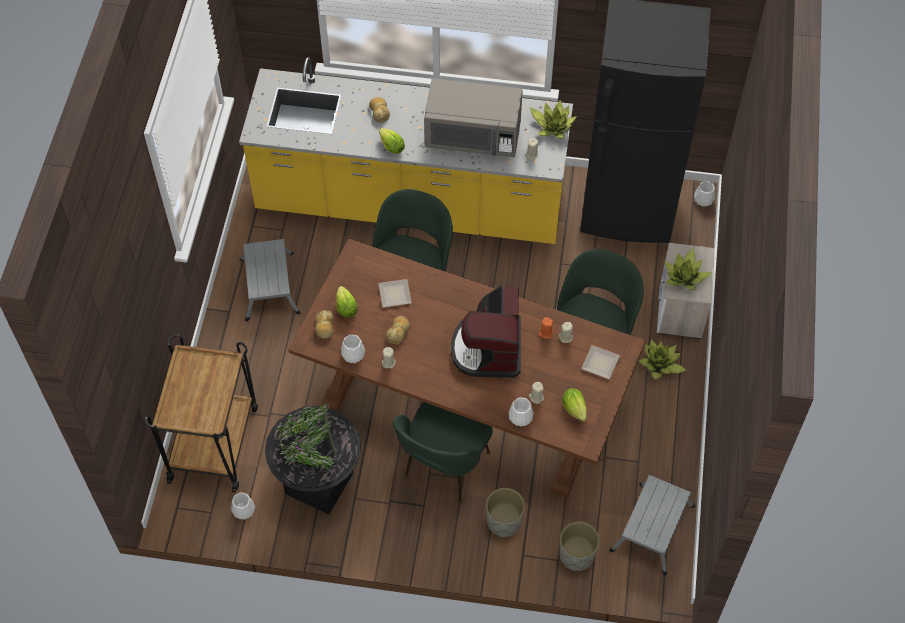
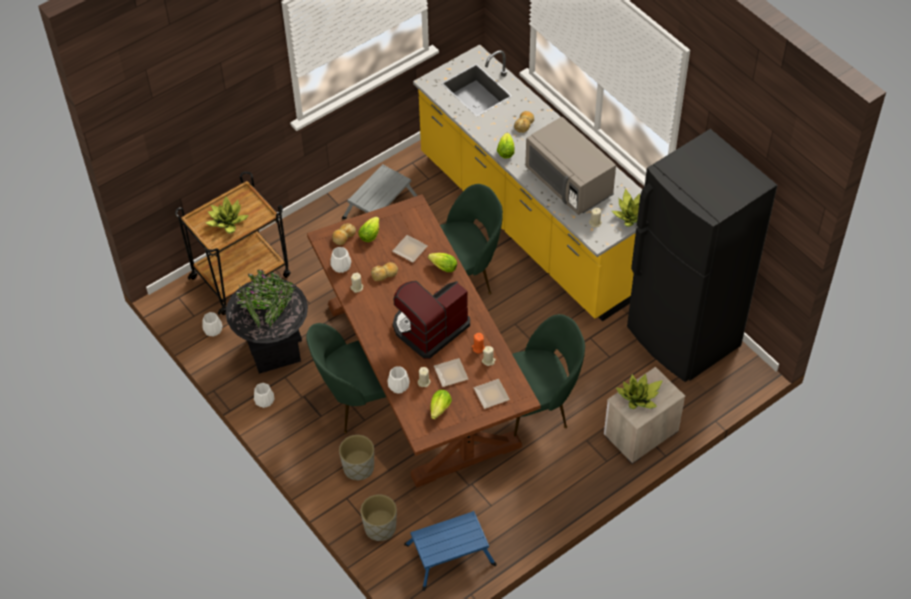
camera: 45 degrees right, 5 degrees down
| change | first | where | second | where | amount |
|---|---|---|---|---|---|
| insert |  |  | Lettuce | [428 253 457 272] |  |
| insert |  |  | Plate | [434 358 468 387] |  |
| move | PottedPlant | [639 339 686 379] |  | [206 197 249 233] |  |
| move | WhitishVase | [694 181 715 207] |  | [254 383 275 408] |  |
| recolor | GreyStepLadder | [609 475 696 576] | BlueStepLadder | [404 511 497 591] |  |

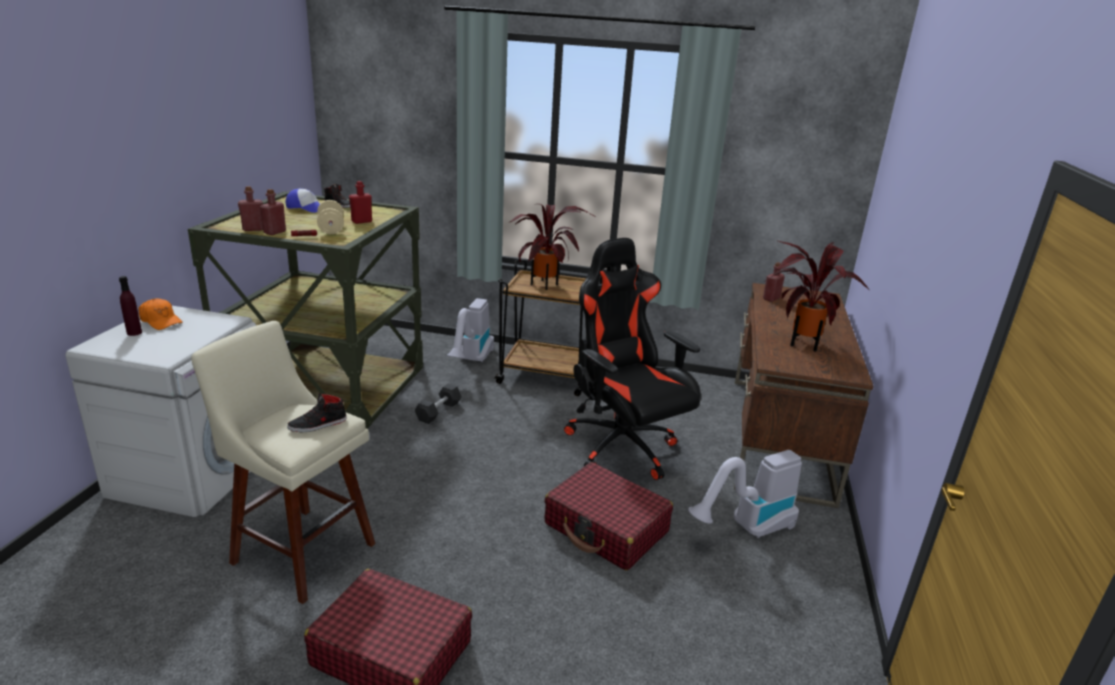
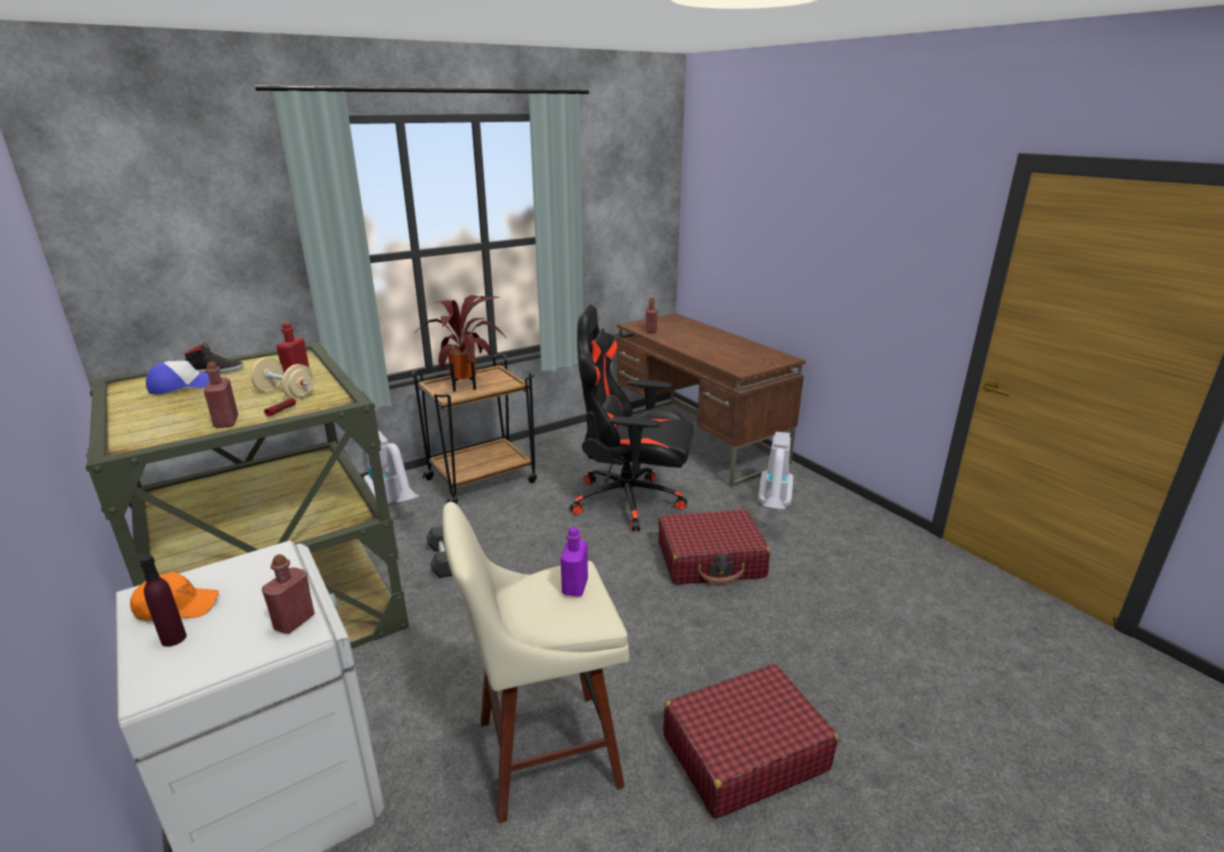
camera: 45 degrees left, 0 degrees up
| change | first | where | second | where | amount |
|---|---|---|---|---|---|
| delete | PottedPlant | [764 240 870 351] |  |  |  |
| move | RedColouredBeverageBottle | [238 186 263 231] |  | [262 554 315 634] |  |
| replace | BlackShoe | [287 393 346 432] | PurpleColouredBeverageBottle | [561 527 588 597] |  |

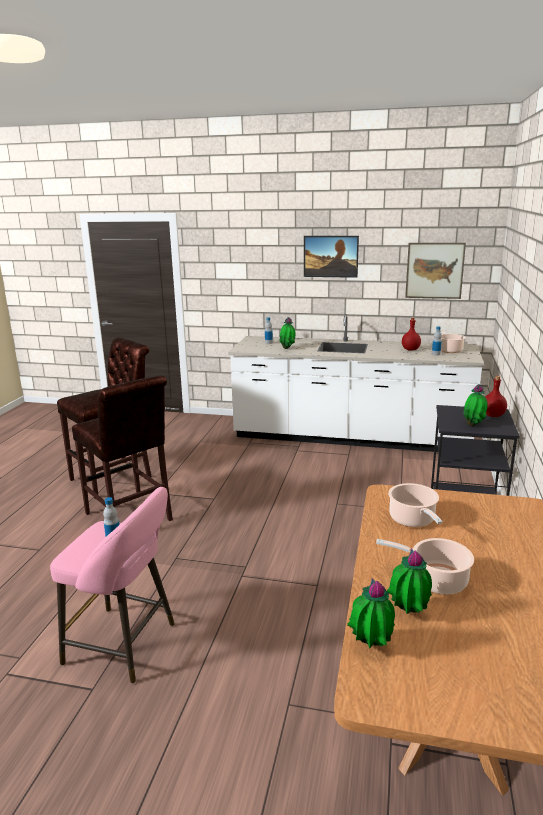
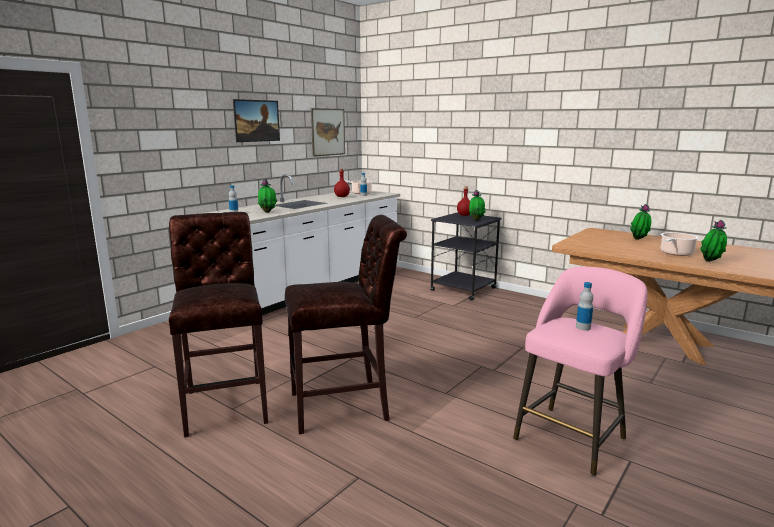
camera: 65 degrees left, 5 degrees down
| change | first | where | second | where | amount |
|---|---|---|---|---|---|
| delete | Saucepot | [388 483 443 527] |  |  |  |
| move | PottedPlant | [347 578 395 649] |  | [630 204 651 240] |  |

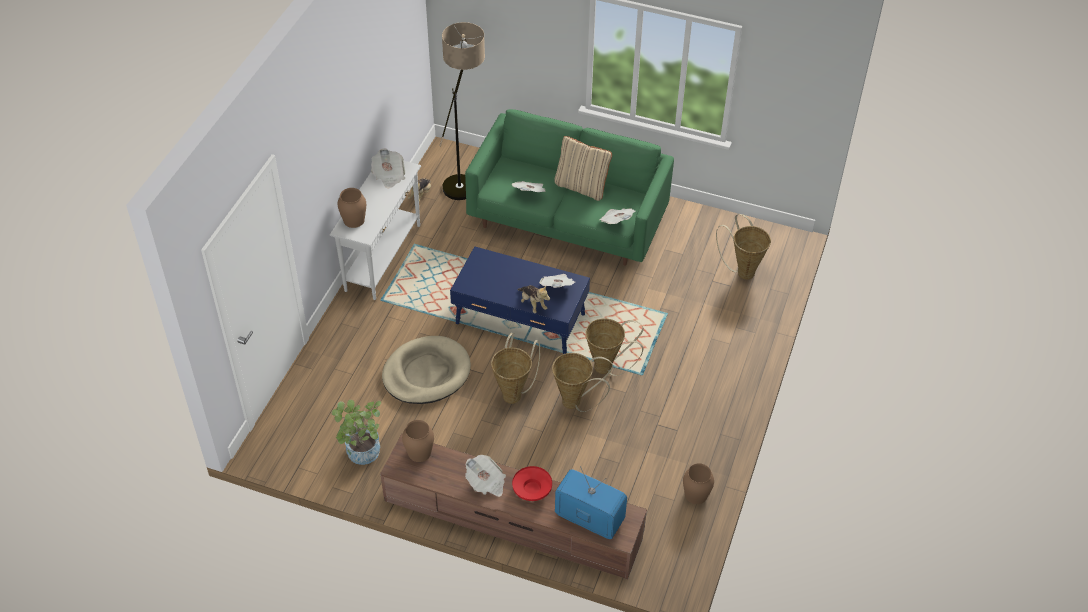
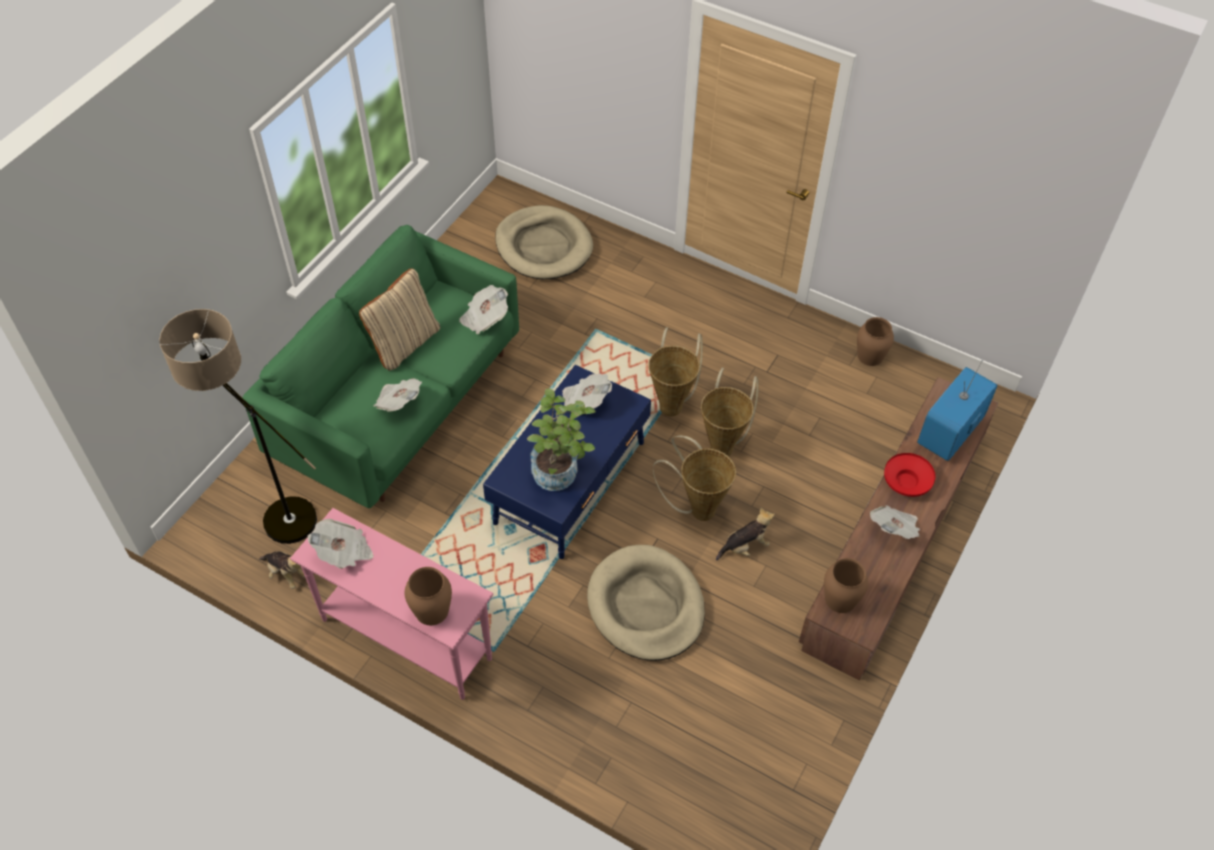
camera: 80 degrees left, 5 degrees up
| change | first | where | second | where | amount |
|---|---|---|---|---|---|
| move | PottedPlant | [331 400 381 465] |  | [527 389 596 491] |  |
| move | SoftToy | [518 285 550 313] |  | [716 507 775 561] |  |
| replace | HouseholdBasket | [716 214 771 280] | SandColouredDogCushion | [495 205 593 279] |  |
| recolor | WhitishHallTable | [330 161 421 300] | PinkColouredHallTable | [290 508 493 700] |  |

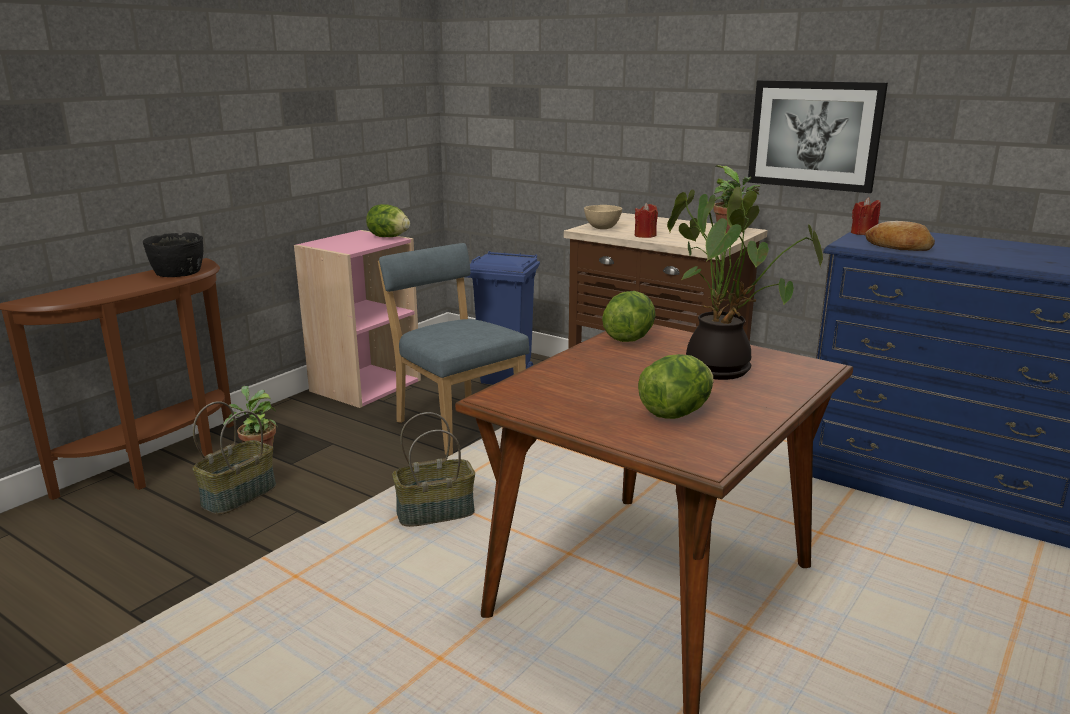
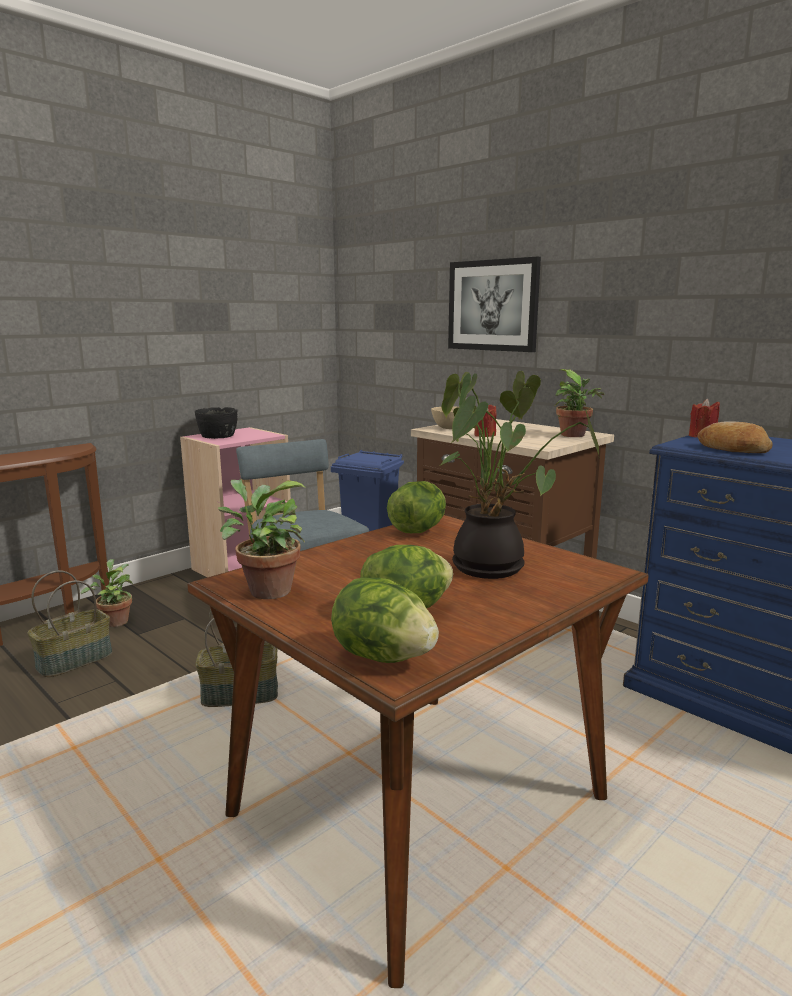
camera: 10 degrees right, 5 degrees down
| change | first | where | second | where | amount |
|---|---|---|---|---|---|
| insert |  |  | PottedPlant | [218 479 306 599] |  |
| move | BlackDeepDish | [143 232 204 277] |  | [195 407 238 439] |  |
| move | Lettuce | [366 204 410 237] |  | [331 578 439 663] |  |
| move | WallArt | [748 80 888 193] |  | [448 256 541 352] |  |

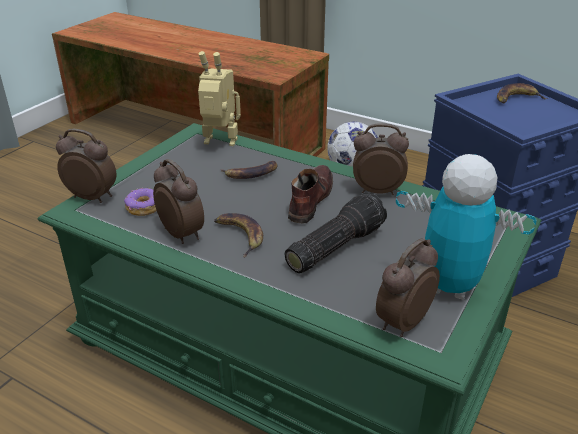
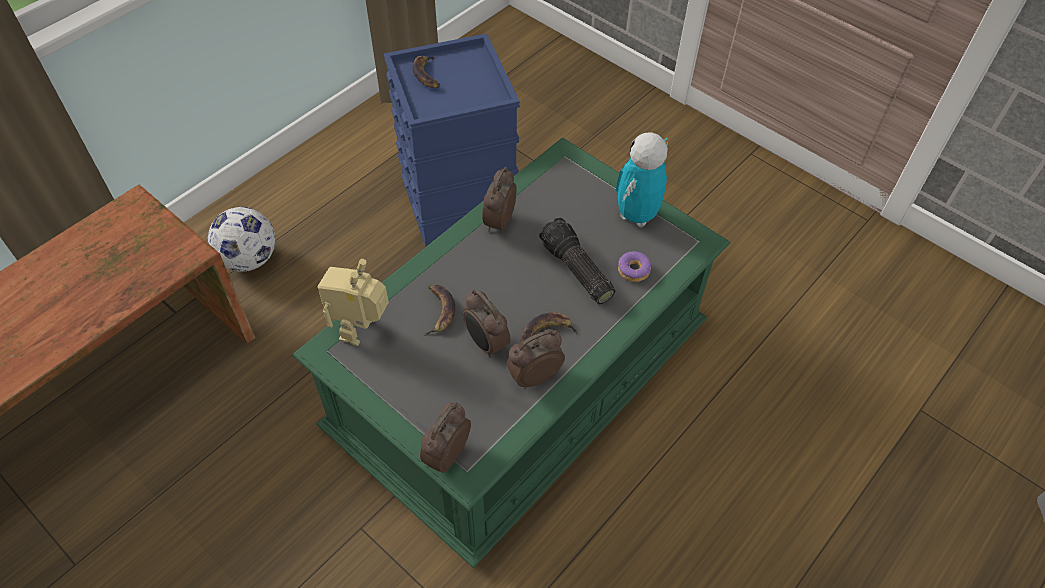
camera: 80 degrees left, 20 degrees up
| change | first | where | second | where | amount |
|---|---|---|---|---|---|
| delete | BrownShoe | [288 165 333 224] |  |  |  |
| move | Doughnut | [124 188 157 216] |  | [618 251 651 282] |  |
| move | AlarmClock | [376 238 440 337] |  | [463 290 510 358] |  |

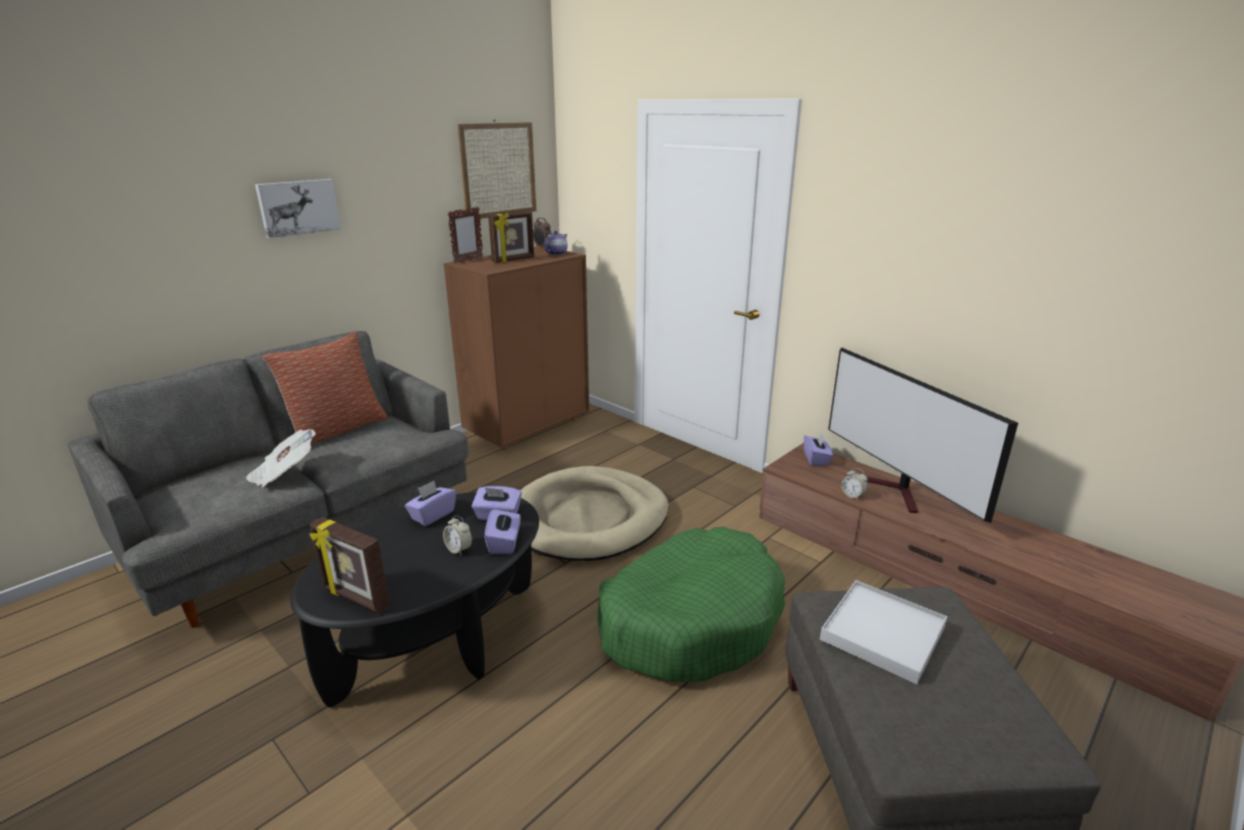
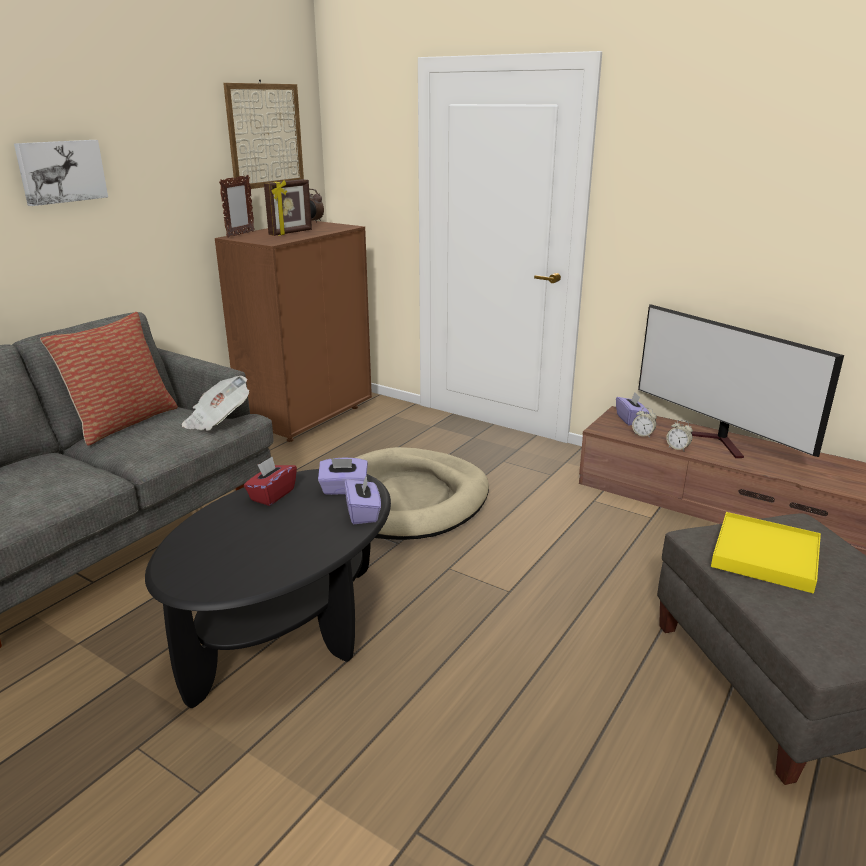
camera: 10 degrees left, 0 degrees up
| change | first | where | second | where | amount |
|---|---|---|---|---|---|
| delete | PictureFrame | [309 517 390 614] |  |  |  |
| delete | PotForTea | [544 231 568 255] |  |  |  |
| delete | GreenDogCushion | [597 527 785 682] |  |  |  |
| move | DailyPaper | [246 429 316 487] |  | [182 376 249 431] |  |
| move | AlarmClock | [443 515 472 555] |  | [632 407 657 438] |  |
| recolor | PurpleColouredBoxOfTissues | [405 481 456 526] | RedColouredBoxOfTissues | [244 457 297 506] |  |
| recolor | WhitishServingTray | [820 580 947 684] | YellowColouredServingTray | [711 512 821 594] |  |

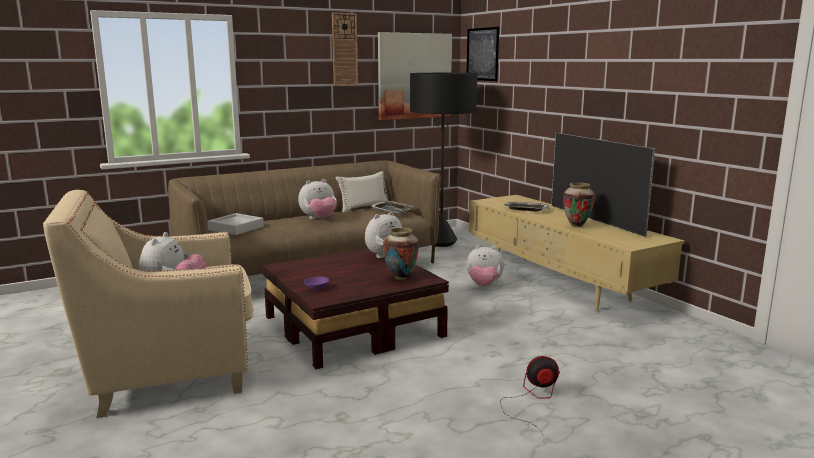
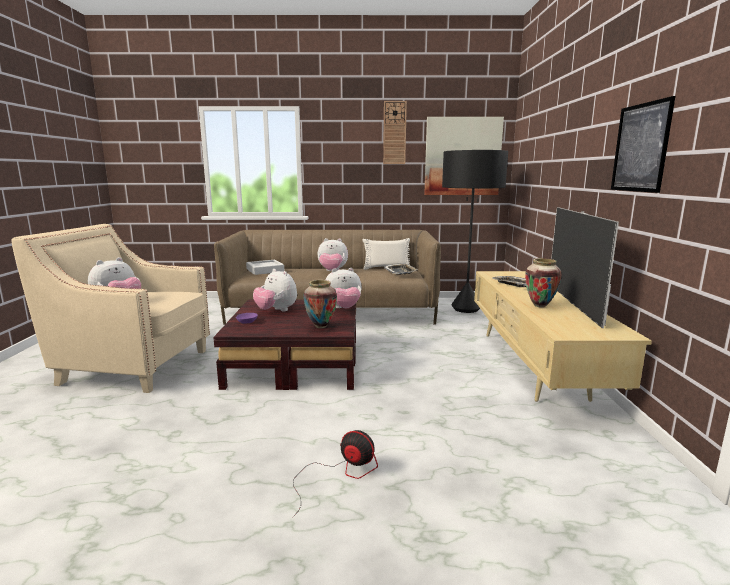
camera: 30 degrees right, 0 degrees up
| change | first | where | second | where | amount |
|---|---|---|---|---|---|
| move | SoftToy | [466 245 504 286] |  | [253 269 297 311] |  |
| move | WallArt | [467 27 499 81] |  | [611 96 675 193] |  |

